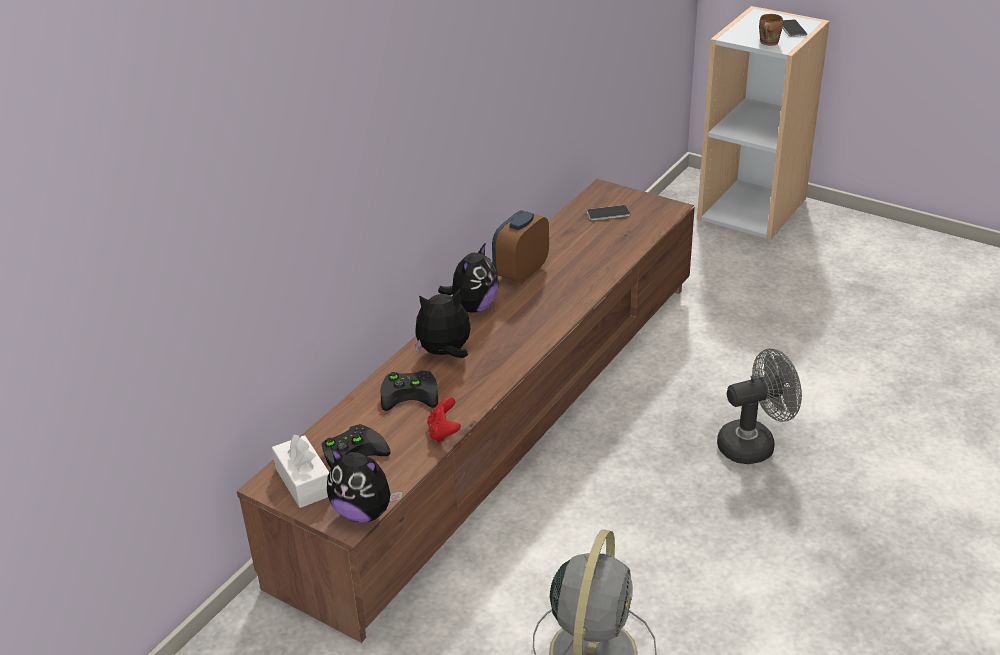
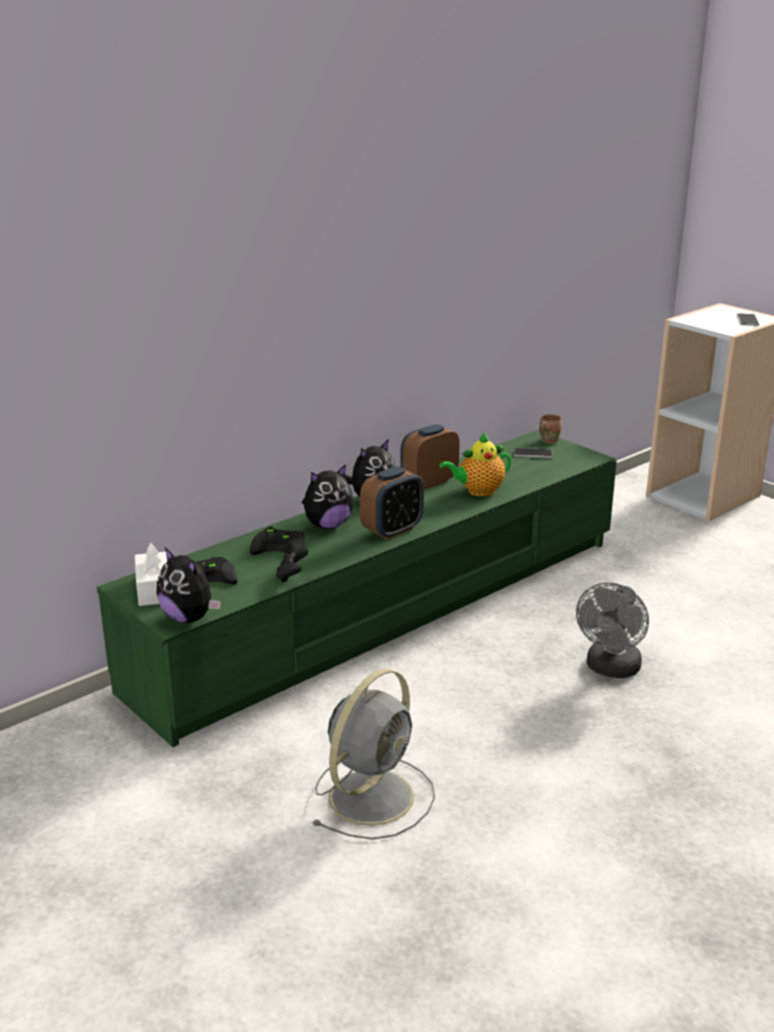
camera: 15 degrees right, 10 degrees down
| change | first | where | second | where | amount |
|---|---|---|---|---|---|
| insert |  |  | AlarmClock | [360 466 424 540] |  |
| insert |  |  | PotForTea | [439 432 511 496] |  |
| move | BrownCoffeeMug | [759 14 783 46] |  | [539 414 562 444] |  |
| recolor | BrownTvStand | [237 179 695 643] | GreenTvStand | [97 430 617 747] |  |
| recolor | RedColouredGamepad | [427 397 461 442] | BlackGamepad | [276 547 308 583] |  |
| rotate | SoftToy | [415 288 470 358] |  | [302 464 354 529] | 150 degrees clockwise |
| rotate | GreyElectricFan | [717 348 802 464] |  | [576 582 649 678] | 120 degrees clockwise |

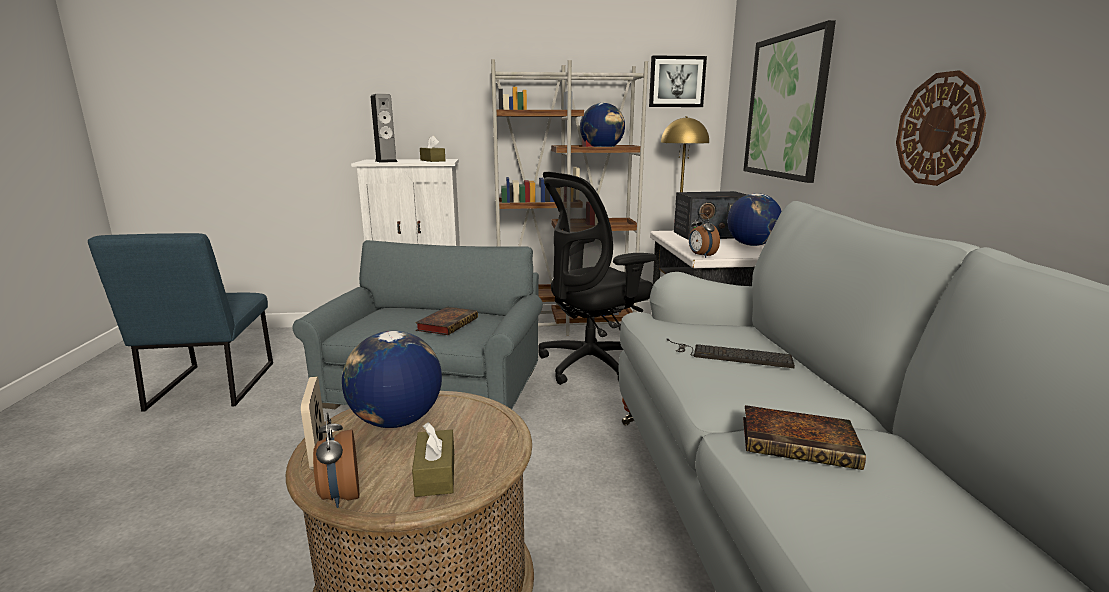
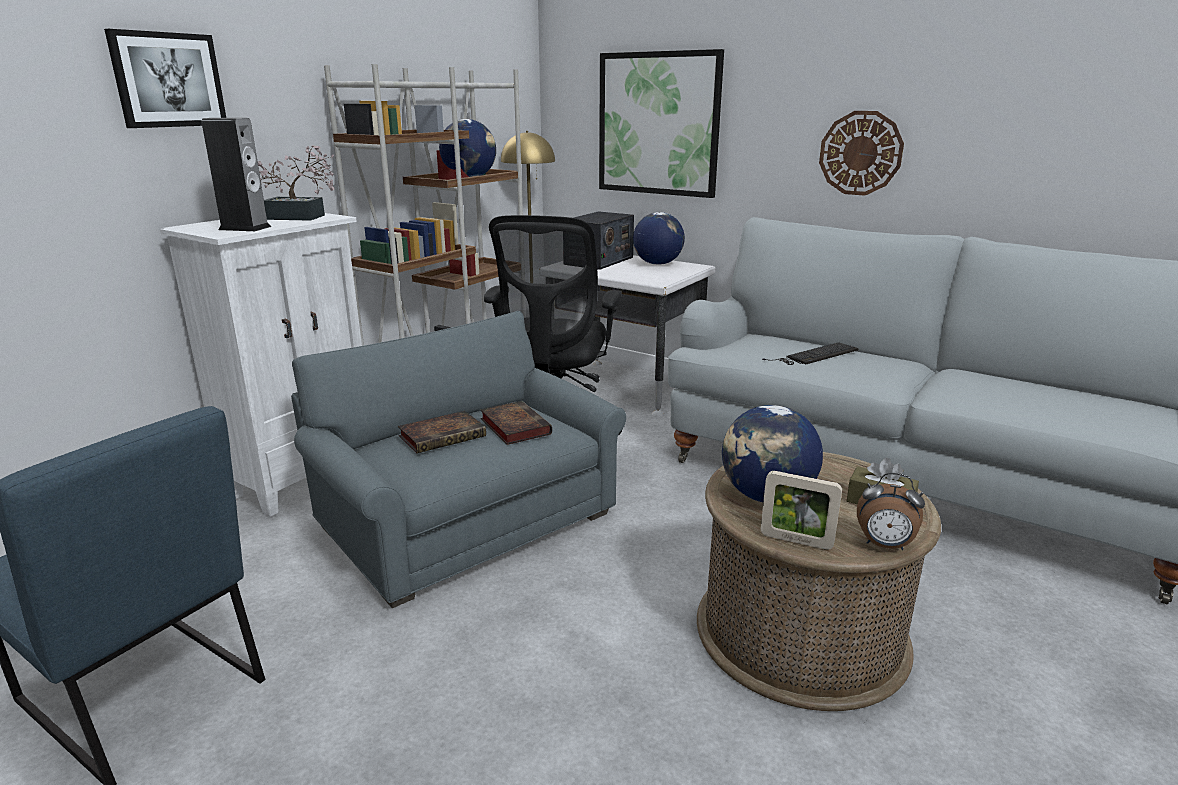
camera: 50 degrees left, 5 degrees up
| change | first | where | second | where | amount |
|---|---|---|---|---|---|
| delete | AlarmClock | [689 213 720 258] |  |  |  |
| move | WallArt | [649 55 707 107] |  | [104 29 226 128] |  |
| move | Book | [743 405 866 470] |  | [398 411 486 453] |  |
| replace | BrownBoxOfTissues | [420 135 446 162] | PottedPlant | [258 145 334 221] |  |

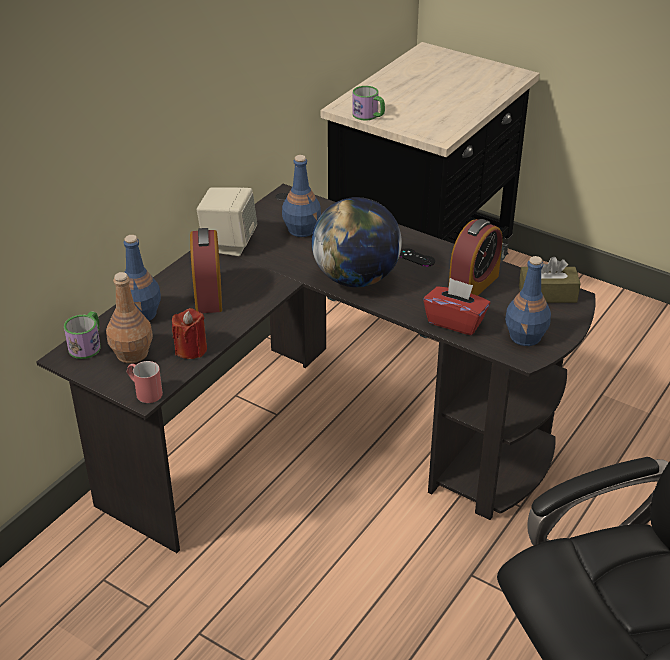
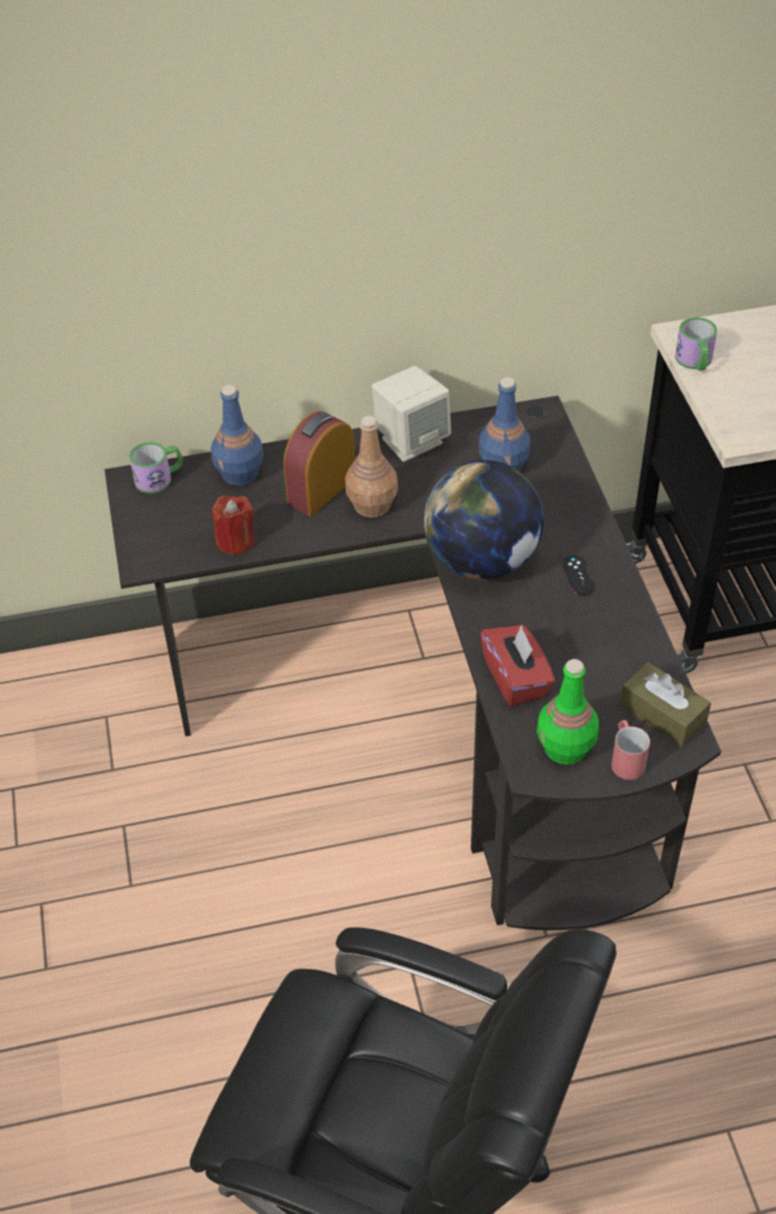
camera: 45 degrees right, 10 degrees up
| change | first | where | second | where | amount |
|---|---|---|---|---|---|
| delete | AlarmClock | [448 219 503 296] |  |  |  |
| move | BrownBeverageBottle | [106 272 153 363] |  | [345 416 398 518] |  |
| move | RedColouredCoffeeMug | [127 361 163 403] |  | [611 720 650 780] |  |
| recolor | BlueBeverageBottle | [505 256 551 346] | GreenBeverageBottle | [537 659 599 765] |  |

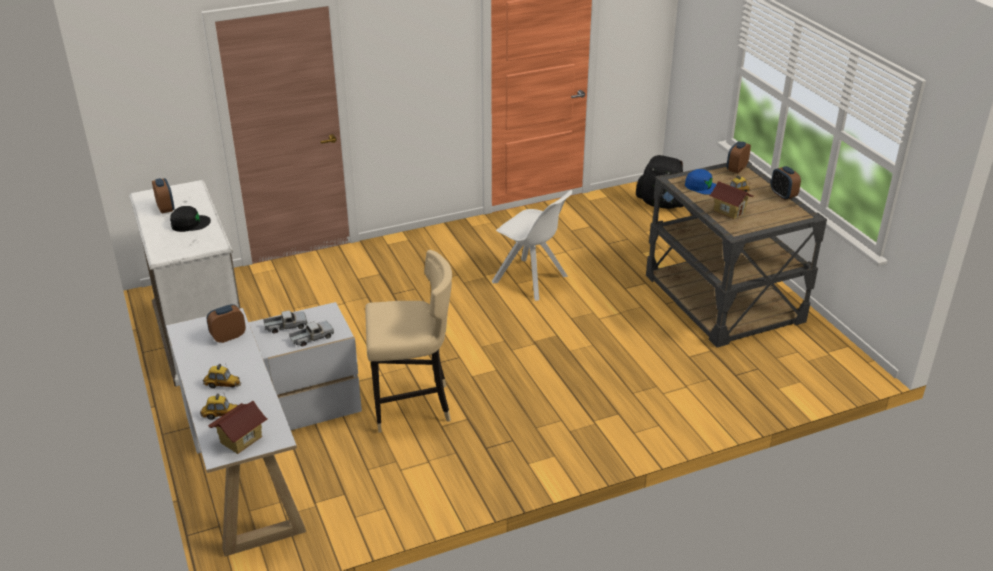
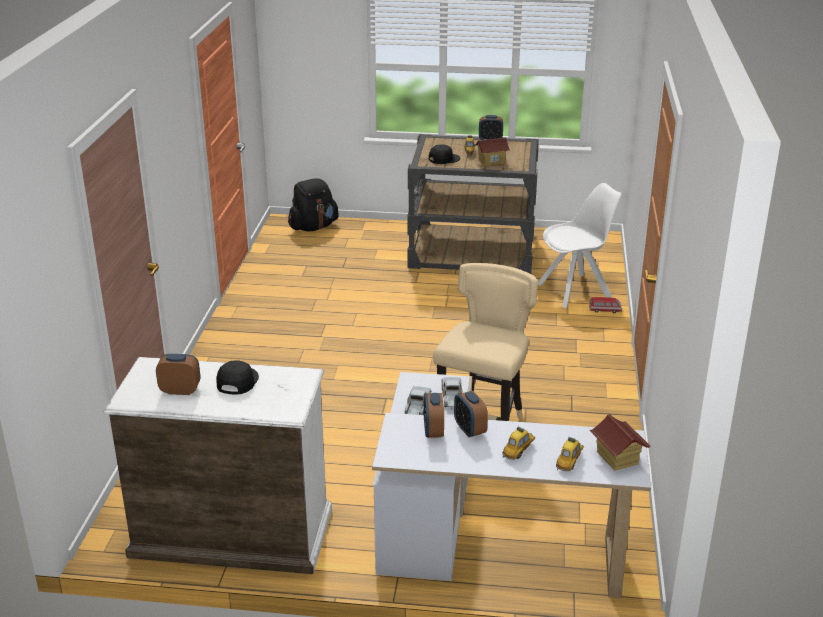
camera: 60 degrees left, 5 degrees down
| change | first | where | second | where | amount |
|---|---|---|---|---|---|
| insert |  |  | ModelCar | [589 297 622 313] |  |
| move | WhitishPlainChair | [492 190 572 301] |  | [537 183 621 308] |  |
| move | AlarmClock | [727 141 751 173] |  | [454 391 488 437] |  |
| recolor | BlueCap | [685 169 716 195] | BlackCap | [429 145 460 164] |  |

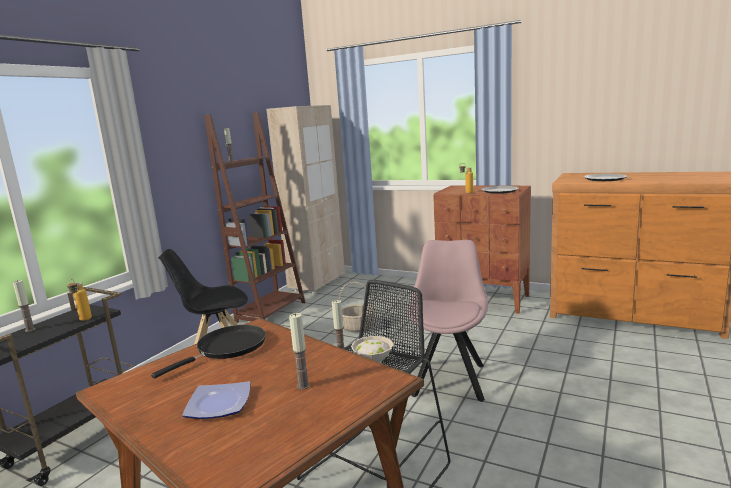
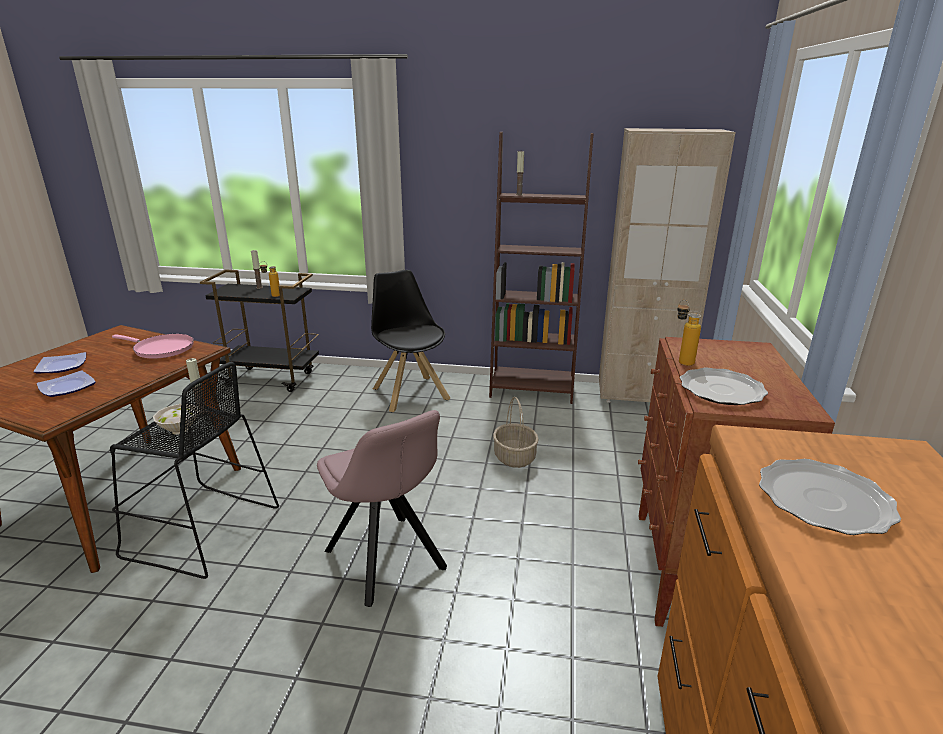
camera: 70 degrees right, 10 degrees up
| change | first | where | second | where | amount |
|---|---|---|---|---|---|
| replace | WaxLight | [289 313 310 390] | Plate | [37 370 96 397] |  |
| recolor | BlackPan | [151 325 266 378] | PinkColouredPan | [112 334 194 359] |  |
| rotate | PinkColouredPlainChair | [407 240 488 402] |  | [317 410 447 607] | 60 degrees clockwise |

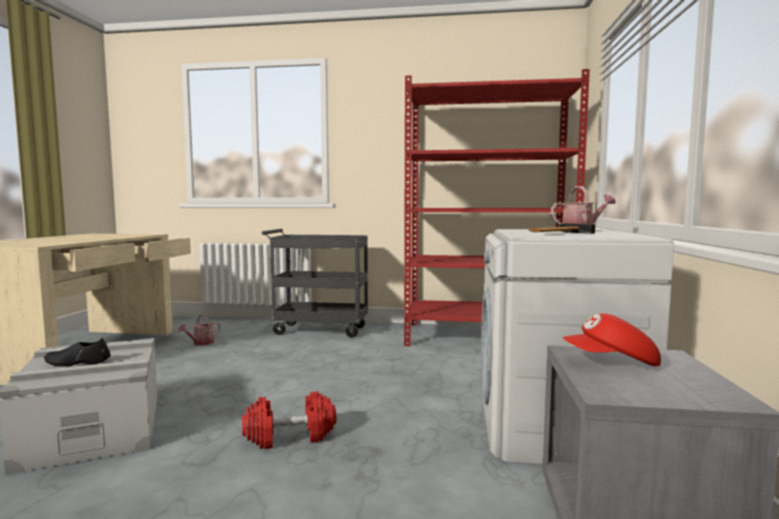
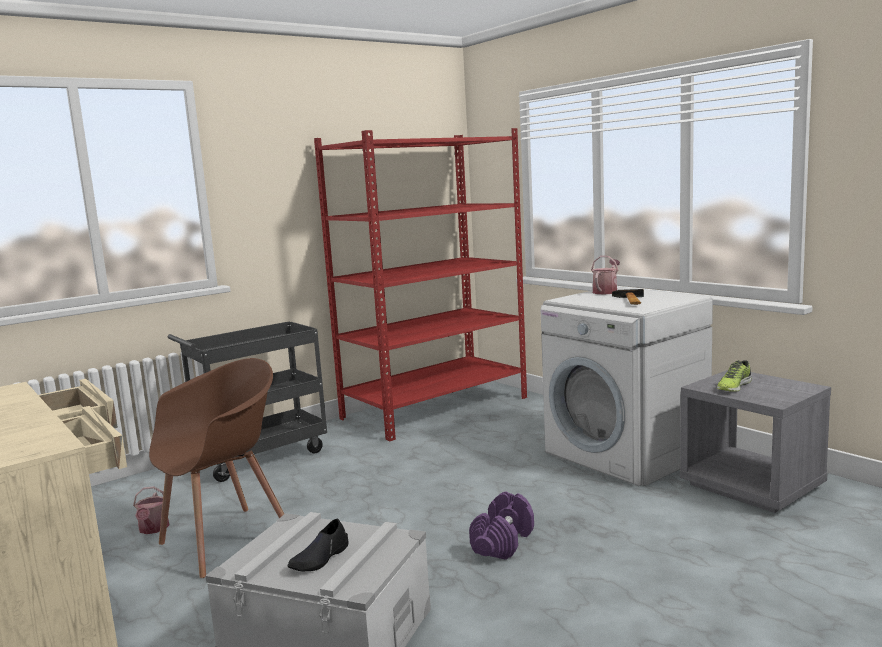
camera: 45 degrees left, 5 degrees up
| change | first | where | second | where | amount |
|---|---|---|---|---|---|
| insert |  |  | BrownPlainChair | [149 358 284 578] |  |
| replace | RedColouredCap | [563 313 661 366] | Shoe | [717 360 752 392] |  |
| recolor | RedColouredDumbbell | [242 391 336 449] | PurpleColouredDumbbell | [469 491 534 560] |  |

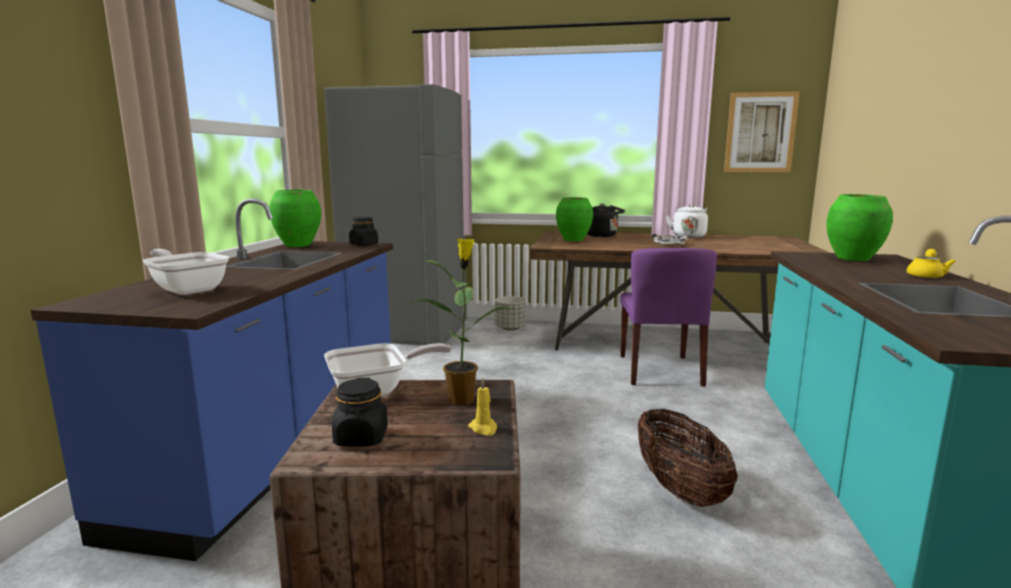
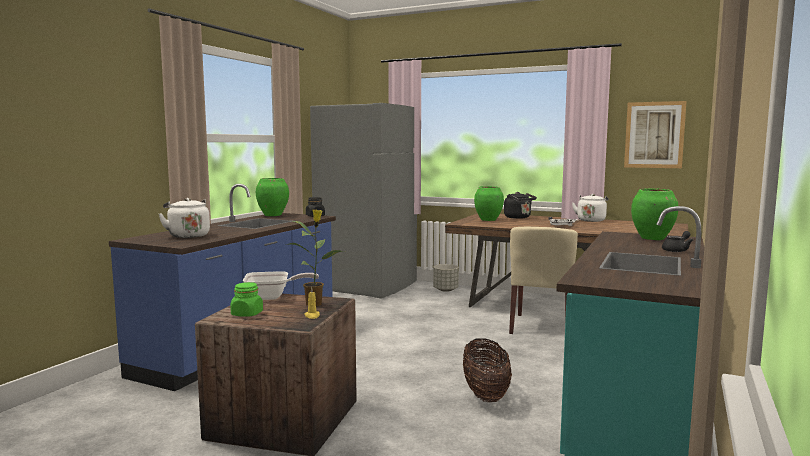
camera: 15 degrees right, 5 degrees down
| change | first | where | second | where | amount |
|---|---|---|---|---|---|
| replace | Pan | [142 249 229 295] | WhitishWaterKettle | [159 198 210 238] |  |
| recolor | BlackStorageJar | [332 378 388 447] | GreenStorageJar | [230 282 263 317] |  |
| recolor | PurpleColouredPlainChair | [620 248 717 387] | SandColouredPlainChair | [509 227 578 334] |  |
| recolor | YellowColouredPotForTea | [907 249 956 278] | BlackPotForTea | [662 231 693 252] |  |

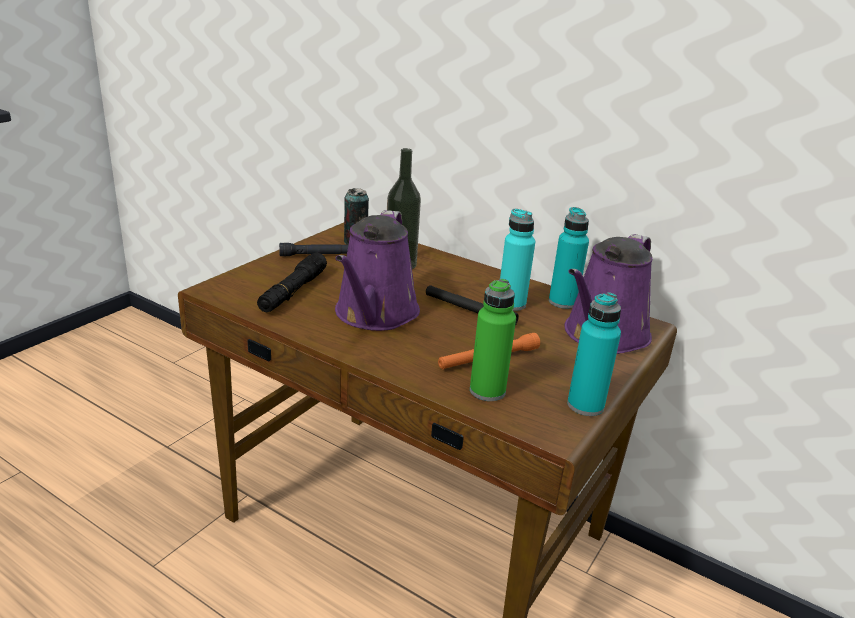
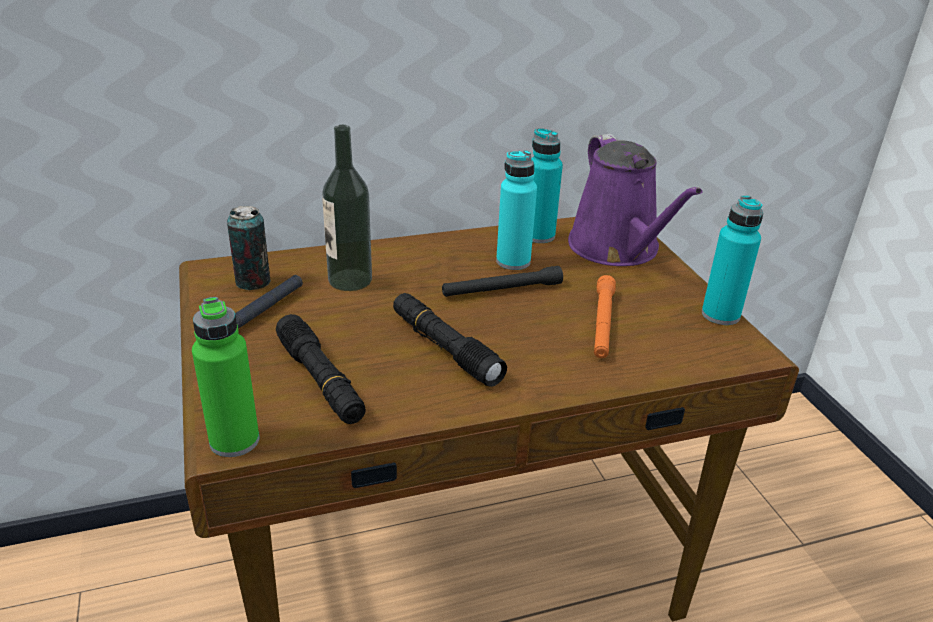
camera: 50 degrees left, 5 degrees up
| change | first | where | second | where | amount |
|---|---|---|---|---|---|
| move | GreenBeverageBottle | [470 278 516 401] |  | [192 297 259 457] |  |
| replace | PurpleColouredWateringPot | [335 210 420 331] | BlackHandTorch | [393 293 507 387] |  |

